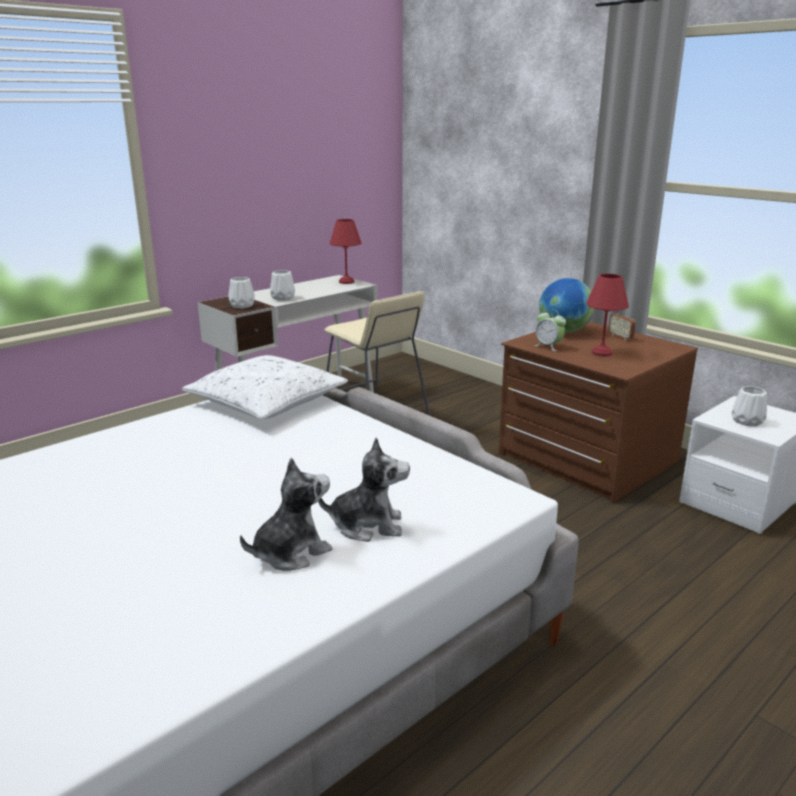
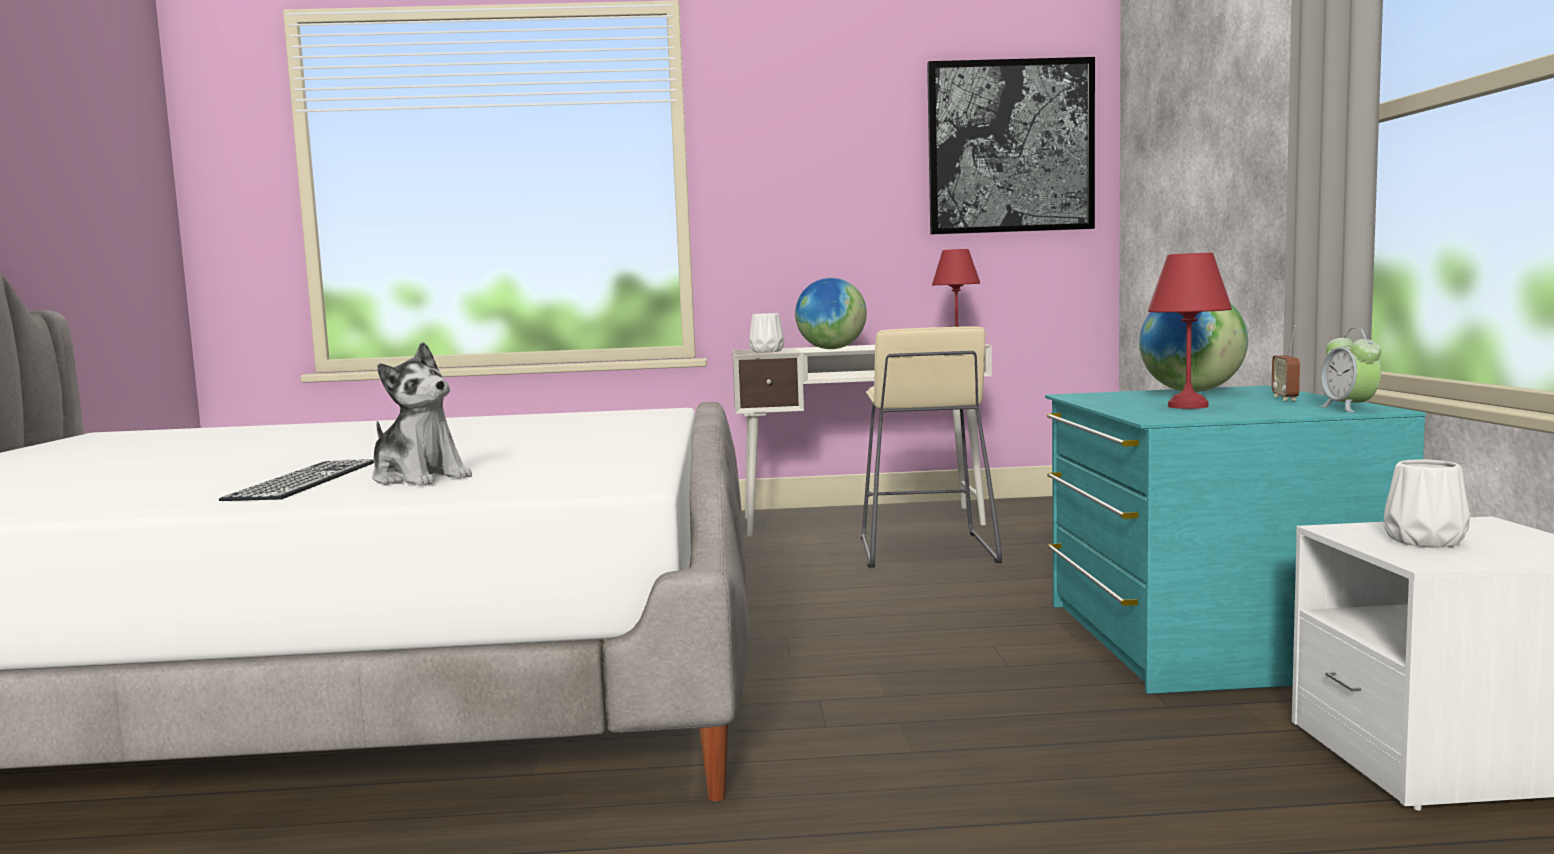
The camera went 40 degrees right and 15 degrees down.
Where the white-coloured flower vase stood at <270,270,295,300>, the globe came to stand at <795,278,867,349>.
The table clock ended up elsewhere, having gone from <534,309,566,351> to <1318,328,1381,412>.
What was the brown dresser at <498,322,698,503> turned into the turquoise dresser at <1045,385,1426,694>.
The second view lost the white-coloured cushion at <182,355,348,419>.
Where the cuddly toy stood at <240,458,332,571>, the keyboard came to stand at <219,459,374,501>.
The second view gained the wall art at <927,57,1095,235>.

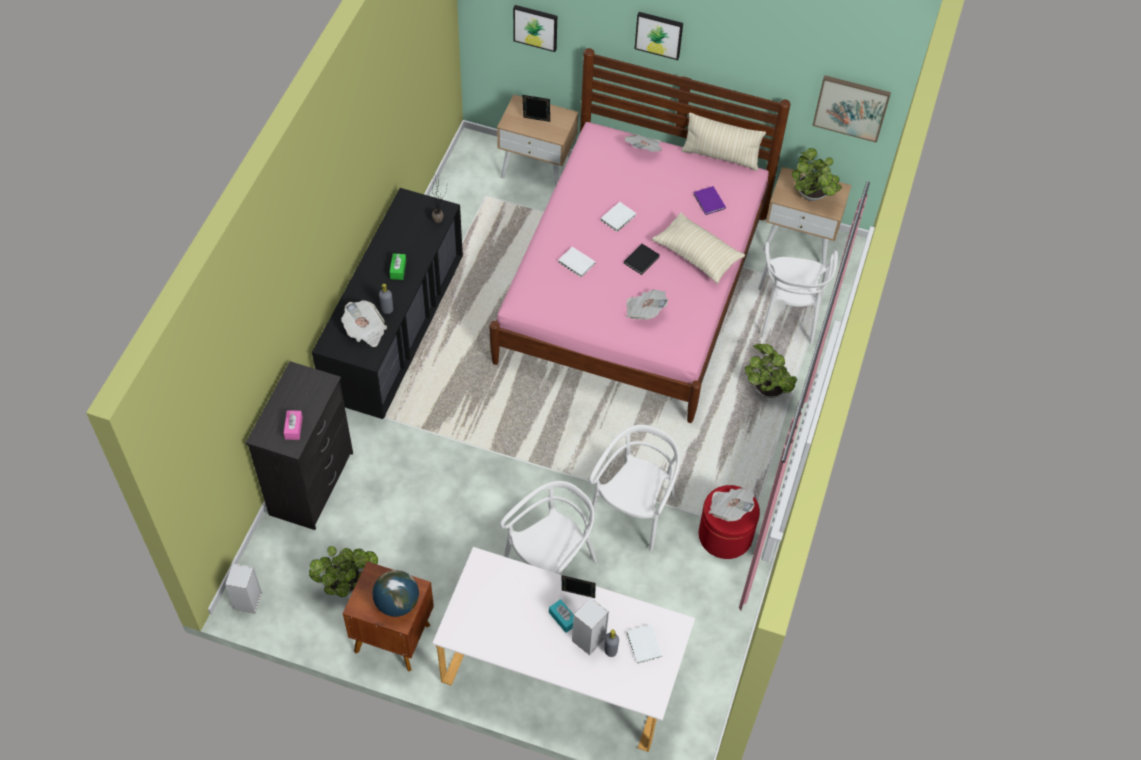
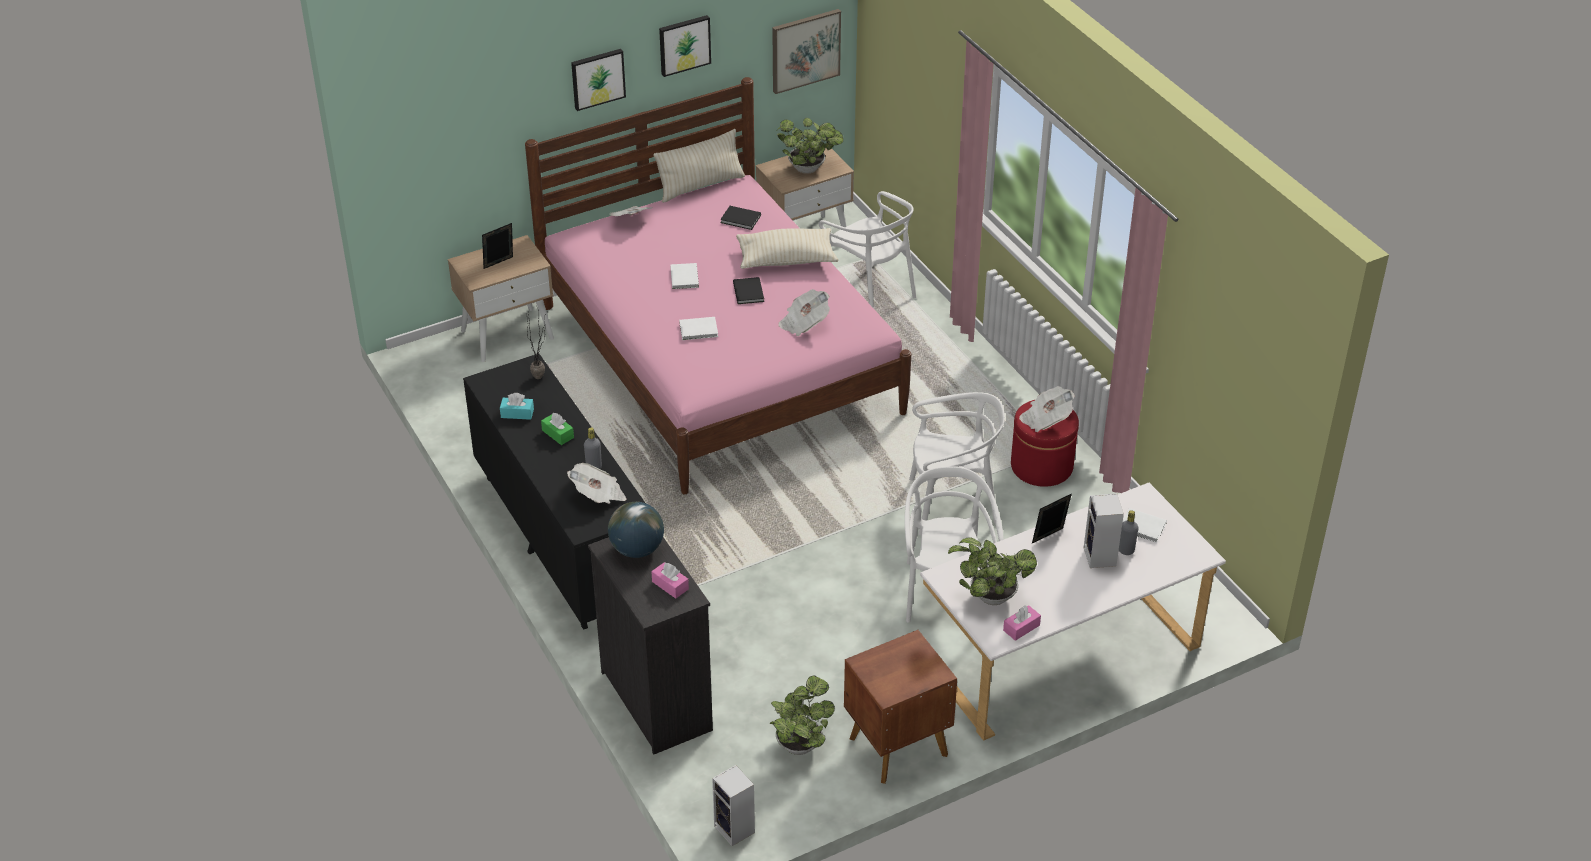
The camera went 45 degrees left and 15 degrees down.
The wall art ended up elsewhere, having gone from <513,5,557,52> to <659,15,711,77>.
What was the purple book at <693,186,726,215> turned into the black book at <720,206,761,230>.
The plant in a pot ended up elsewhere, having gone from <745,344,797,398> to <948,538,1037,605>.
The white-coloured plain chair at <589,425,680,551> ended up facing another way, 105 degrees clockwise from before.
The globe ended up elsewhere, having gone from <372,570,419,617> to <608,502,664,558>.
The turquoise tissue box ended up elsewhere, having gone from <549,599,574,633> to <500,393,534,420>.
The second view gained the pink tissue box at <1003,605,1041,641>.

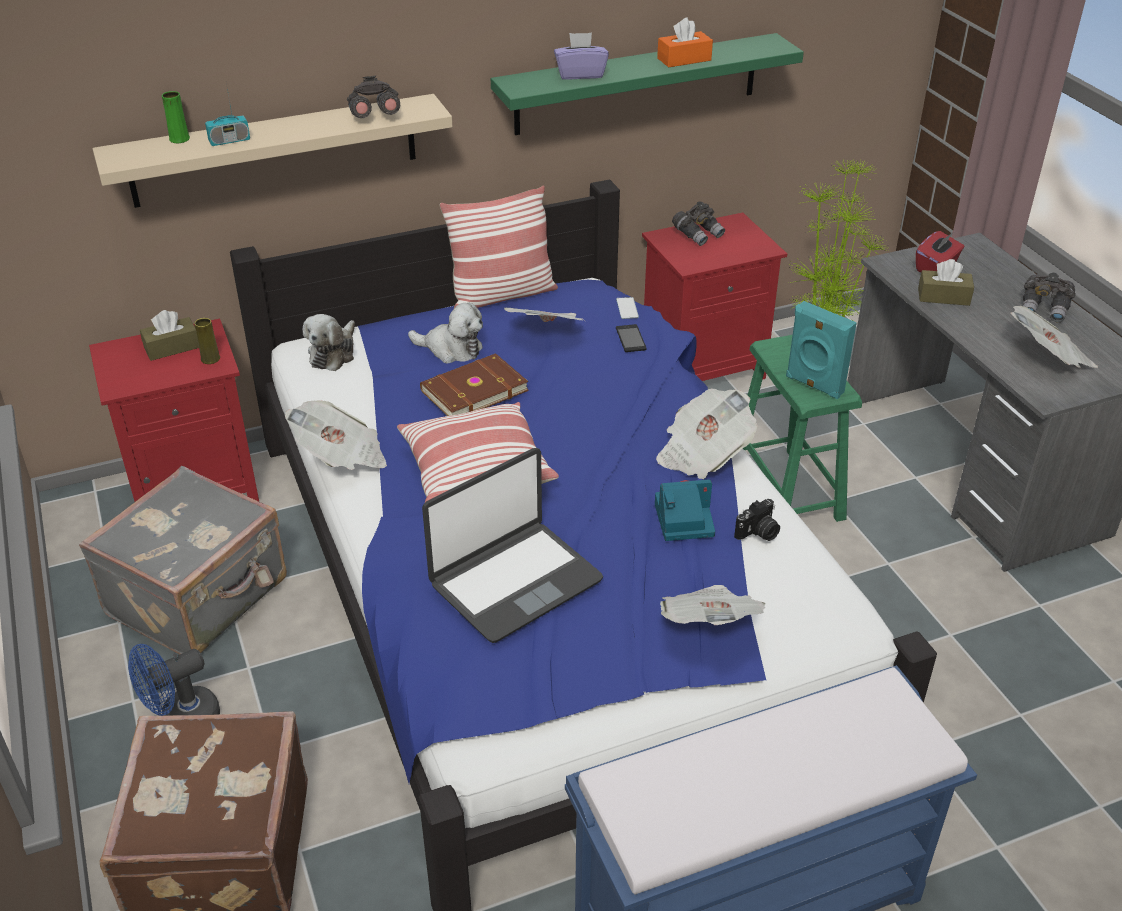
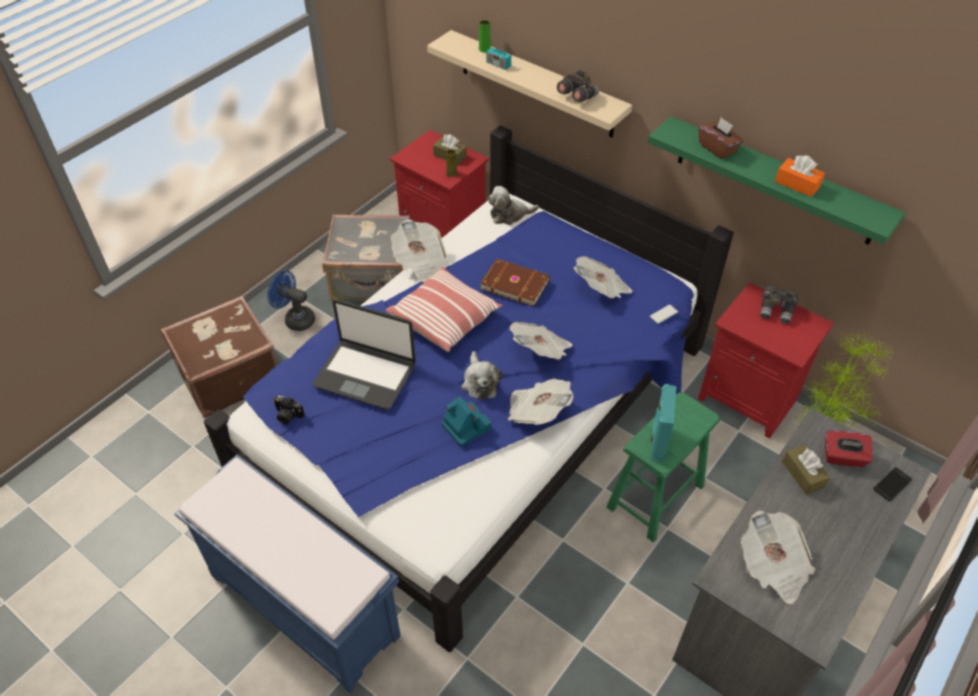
The camera went 60 degrees right and 10 degrees up.
What was the purple tissue box at <554,32,609,80> turned into the brown tissue box at <699,117,743,159>.
The second view lost the cushion at <439,186,558,308>.
The second view lost the grey field glasses at <1022,273,1076,323>.
The cuddly toy ended up elsewhere, having gone from <408,303,483,364> to <461,351,502,400>.
The phone ended up elsewhere, having gone from <616,324,646,352> to <873,467,912,502>.
The still camera ended up elsewhere, having gone from <734,499,780,541> to <273,396,305,425>.
The printed paper ended up elsewhere, having gone from <660,585,766,625> to <509,322,572,360>.

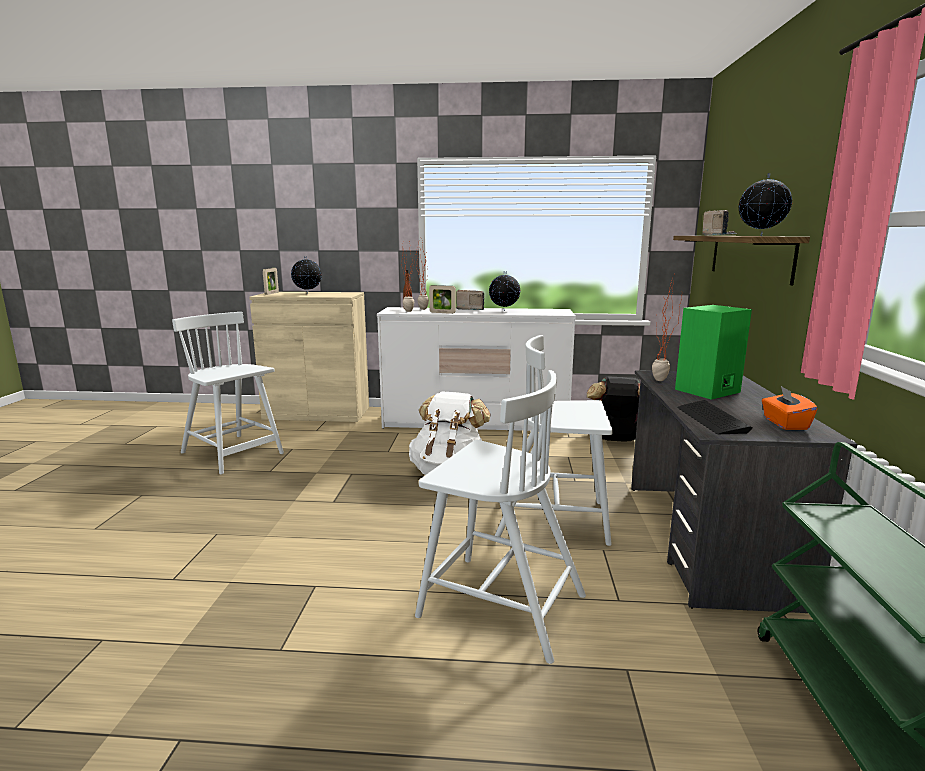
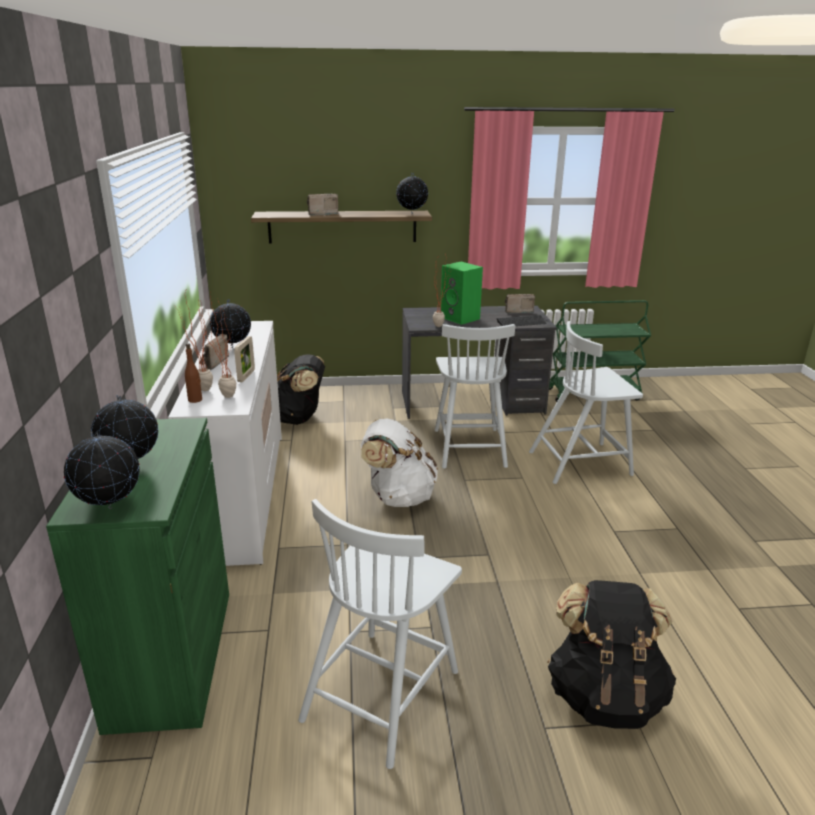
The camera went 100 degrees left and 10 degrees up.
Where the picture frame stood at <263,268,279,295>, the globe came to stand at <64,432,140,509>.
What was the beige storage cabinet at <249,292,369,422> turned into the green-coloured storage cabinet at <46,418,229,735>.
The white-coloured plain chair at <415,370,586,664> ended up facing another way, 120 degrees counterclockwise from before.
Where the orange-coloured tissue box stood at <762,386,817,430>, the radio came to stand at <505,294,535,313>.
The second view gained the black knapsack at <548,580,676,729>.

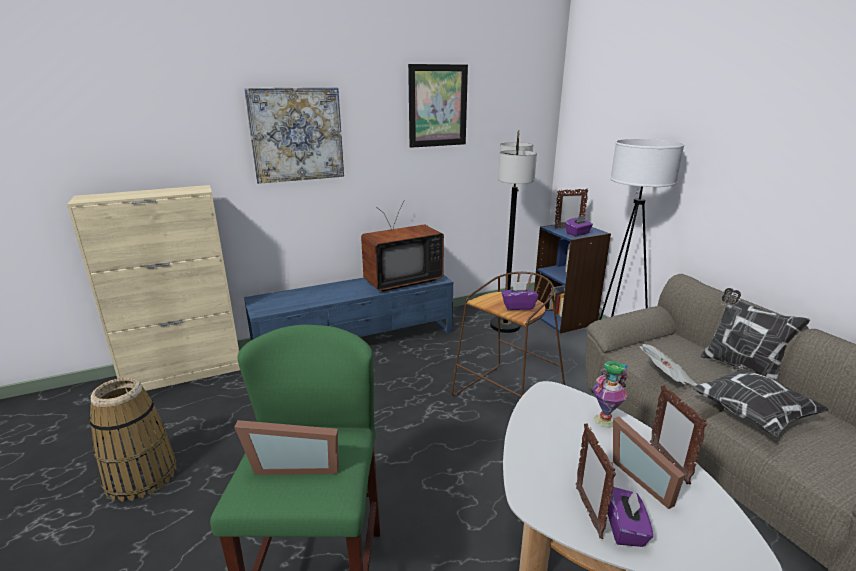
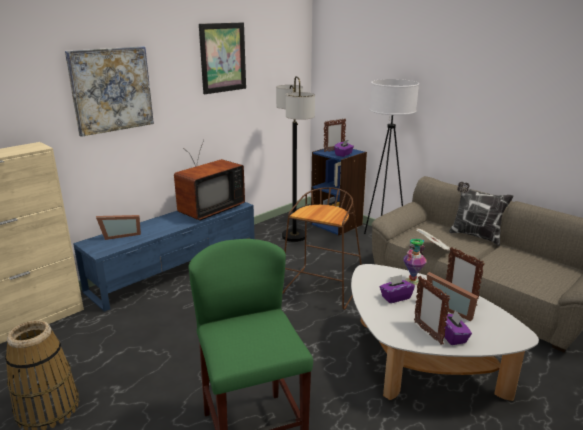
The camera went 20 degrees left and 0 degrees up.
The purple tissue box ended up elsewhere, having gone from <502,282,538,310> to <380,275,415,303>.
The second view lost the cushion at <691,364,829,437>.
The picture frame ended up elsewhere, having gone from <234,420,339,475> to <96,215,141,240>.

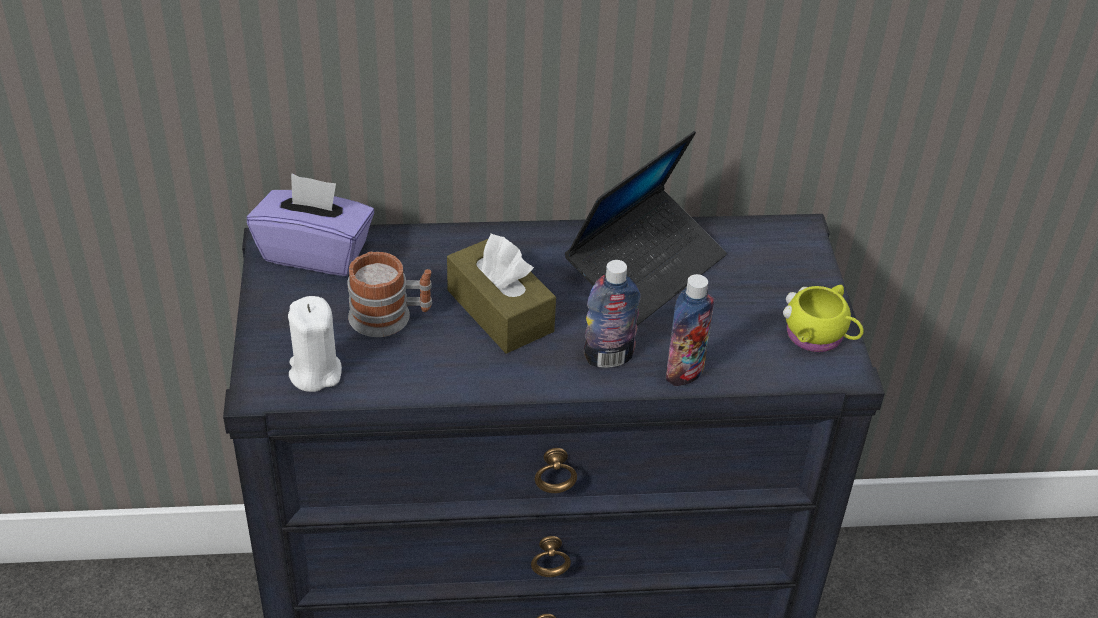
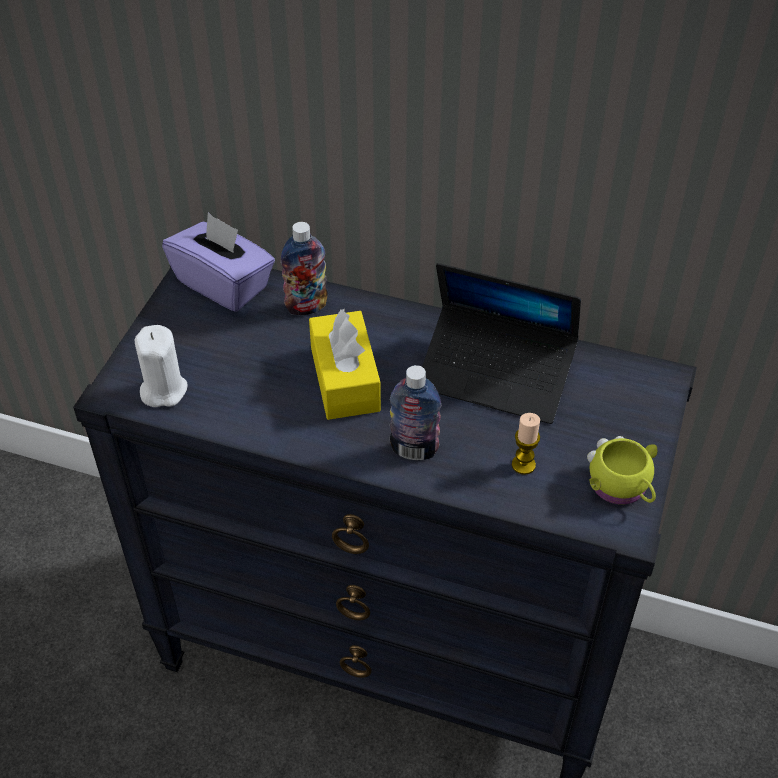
The camera went 25 degrees right and 5 degrees up.
The notebook computer at <565,131,727,325> ended up facing another way, 45 degrees clockwise from before.
What was the brown tissue box at <447,234,556,354> turned into the yellow tissue box at <309,308,381,420>.
The second view lost the coffee mug at <347,251,432,337>.
The beverage bottle ended up elsewhere, having gone from <665,274,715,386> to <281,222,328,315>.
The second view gained the wax light at <512,413,540,475>.

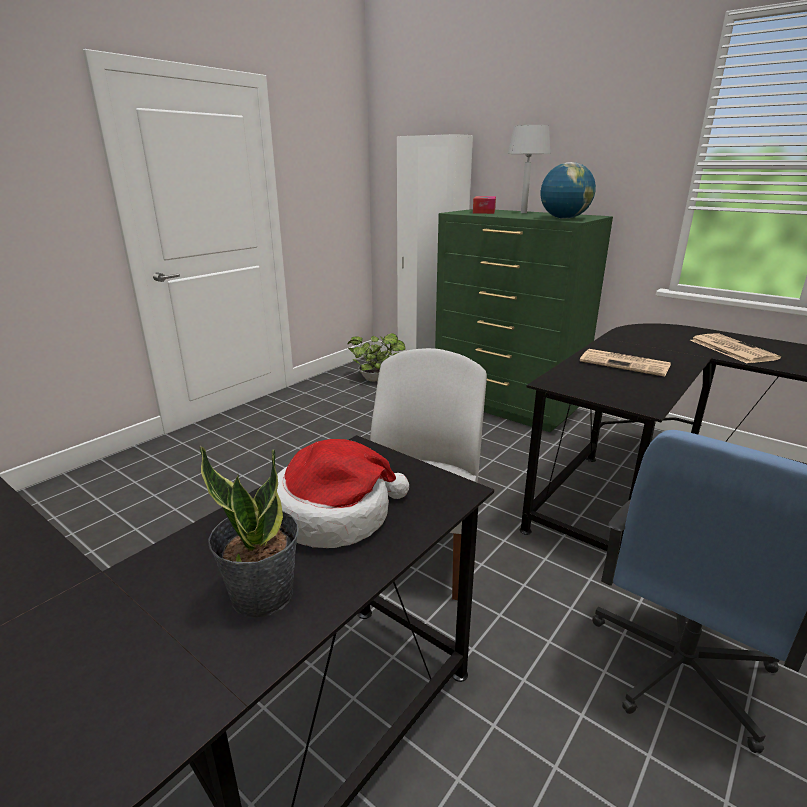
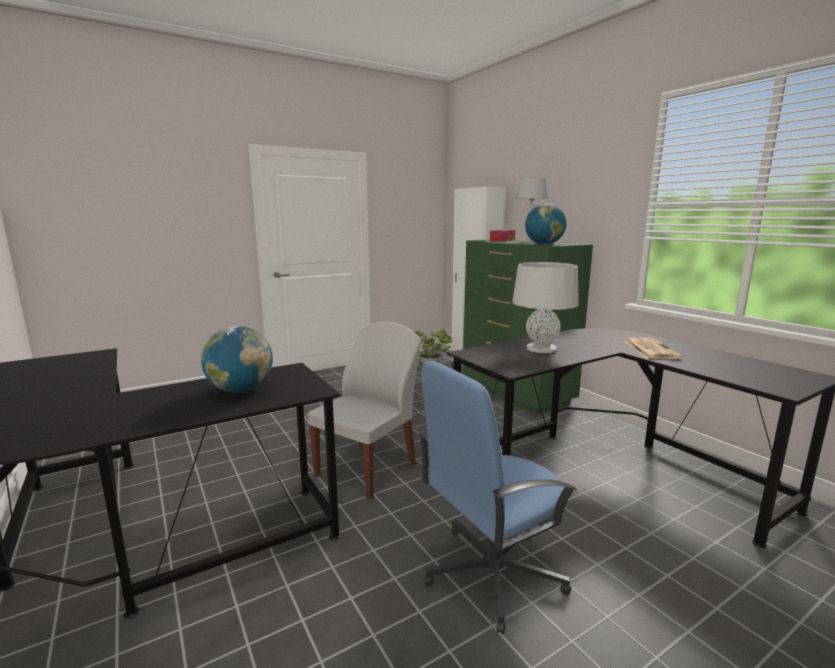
The camera went 20 degrees right and 10 degrees down.
Where the printed paper stood at <580,349,671,377>, the grey tabletop lamp came to stand at <512,262,579,353>.
Where the clothing hat stood at <277,439,409,548>, the globe came to stand at <201,326,273,393>.
The second view lost the plant in a pot at <199,445,299,618>.

